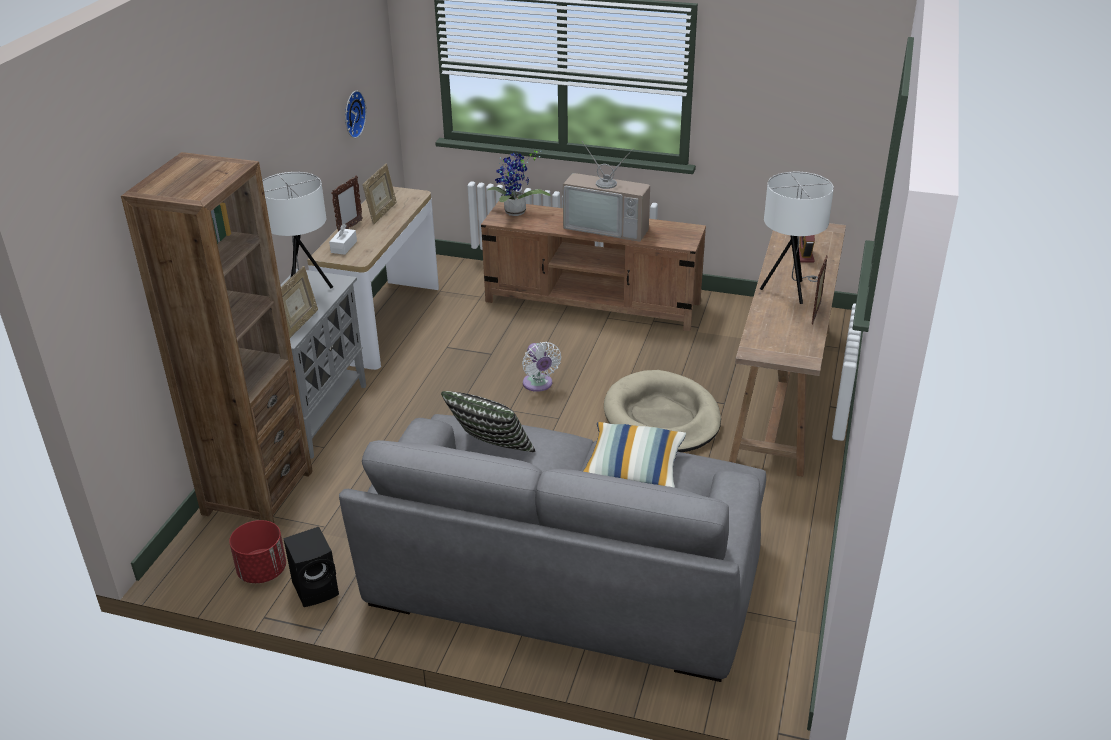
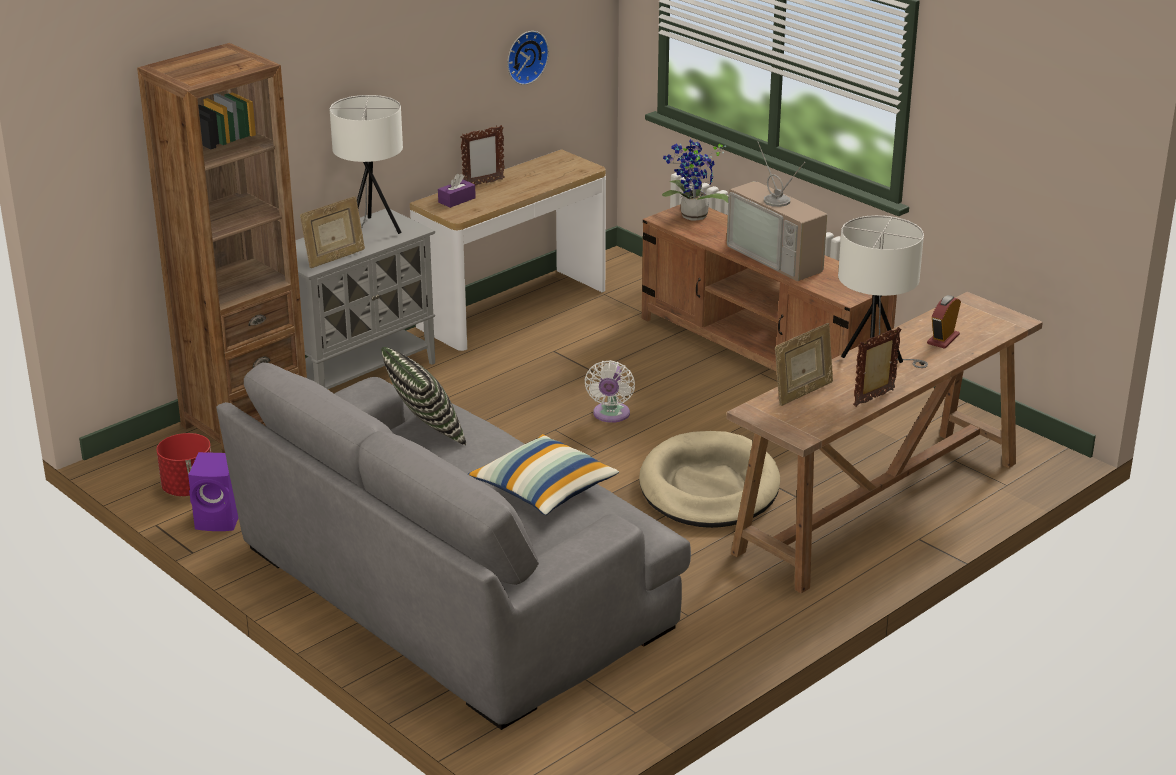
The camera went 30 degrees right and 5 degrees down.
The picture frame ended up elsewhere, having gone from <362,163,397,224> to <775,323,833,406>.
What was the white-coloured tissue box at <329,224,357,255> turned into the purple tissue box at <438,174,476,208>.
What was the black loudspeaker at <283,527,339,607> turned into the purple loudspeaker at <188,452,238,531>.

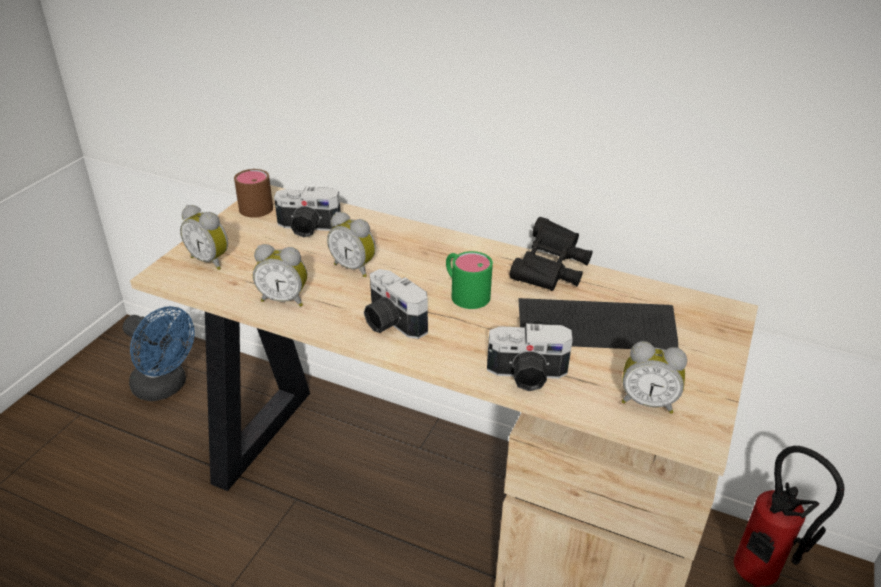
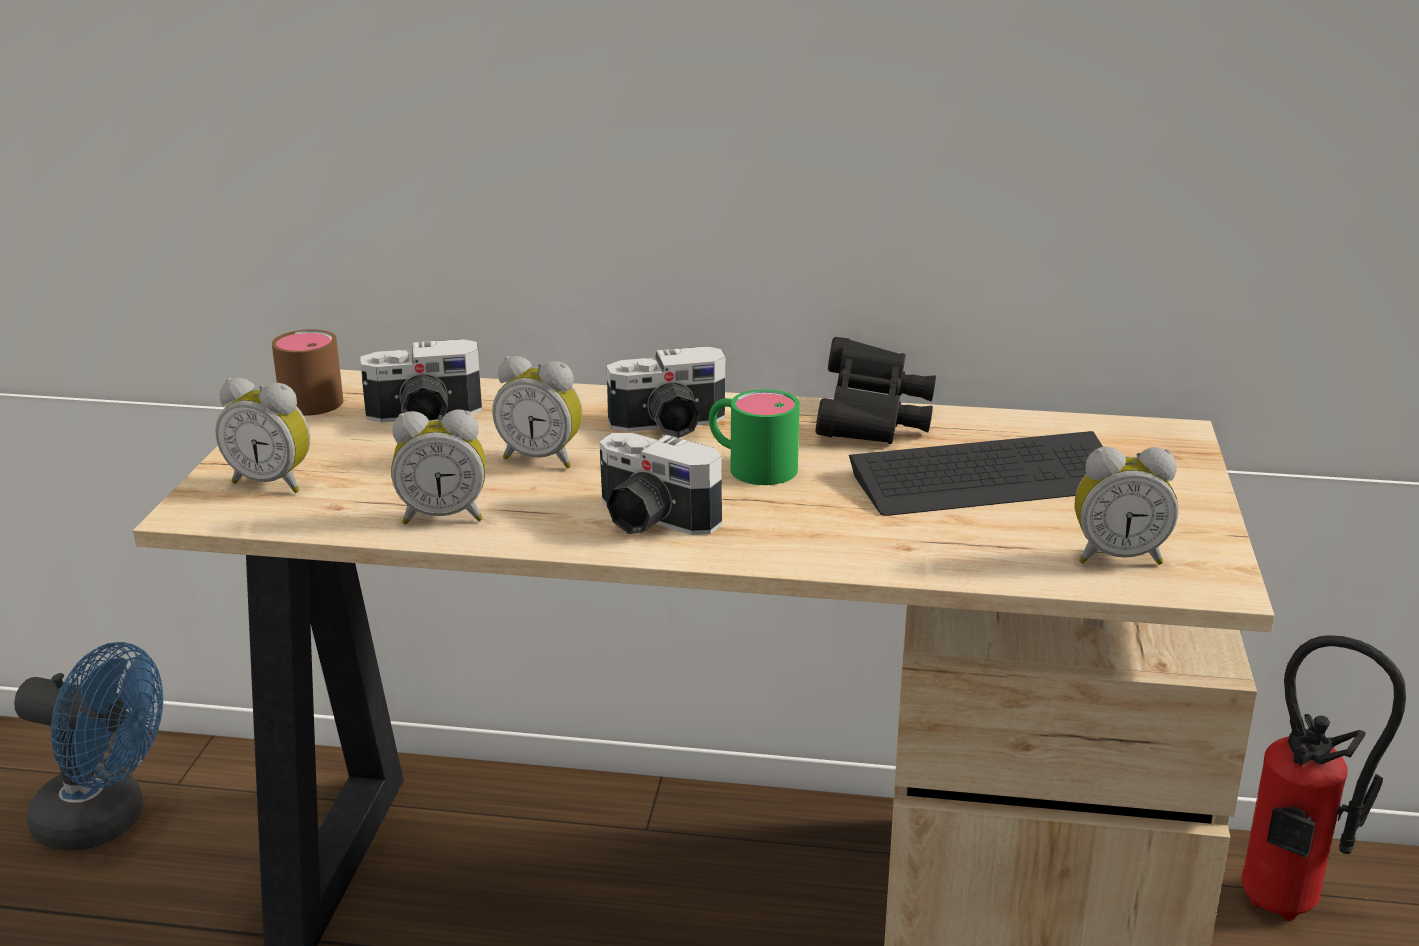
The camera went 15 degrees left and 10 degrees down.
The still camera ended up elsewhere, having gone from <487,324,573,391> to <607,346,725,438>.

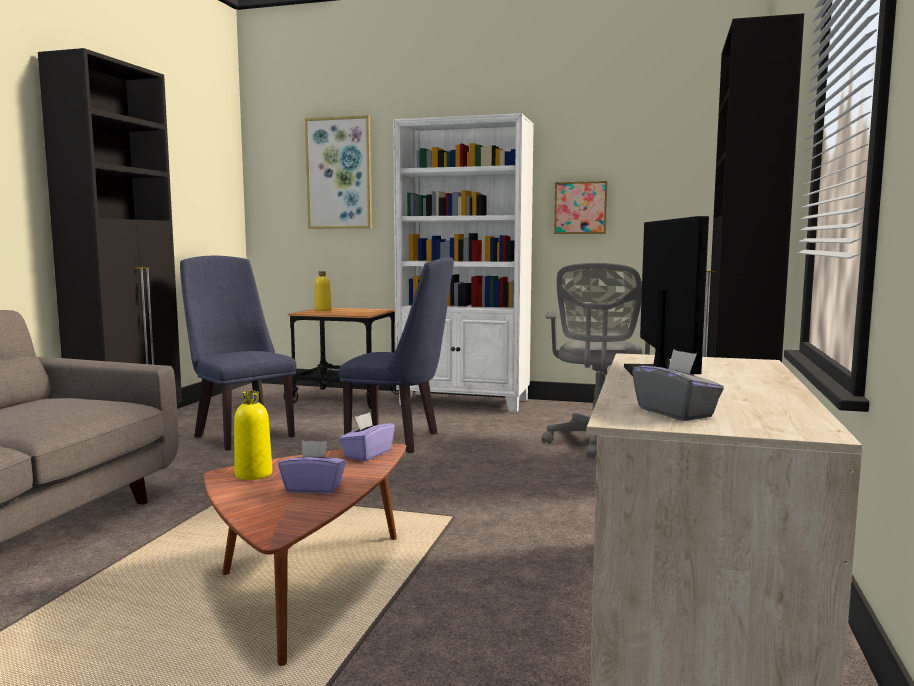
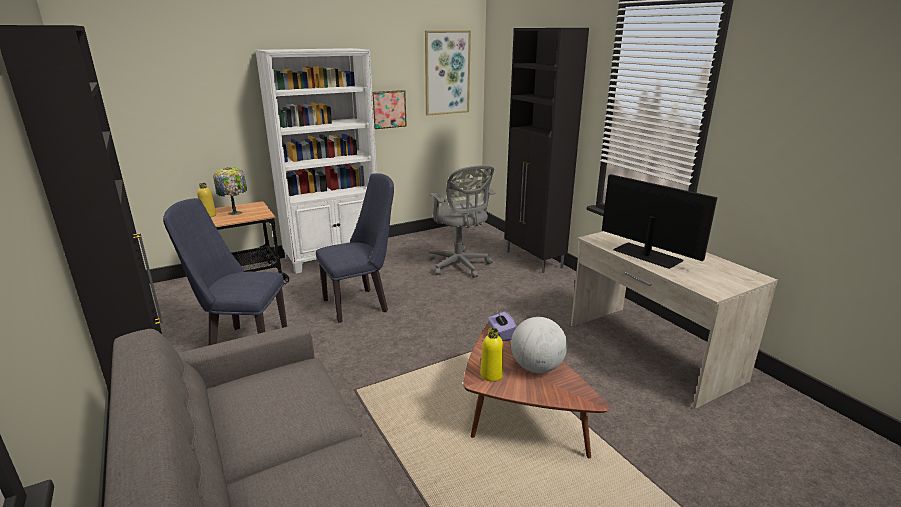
The camera went 45 degrees left and 15 degrees up.
The wall art ended up elsewhere, having gone from <305,115,372,229> to <425,30,471,116>.
The second view lost the grey tissue box at <632,349,724,421>.
Where the purple tissue box stood at <278,440,346,493>, the globe came to stand at <511,317,567,373>.
The second view gained the tabletop lamp at <213,167,247,216>.

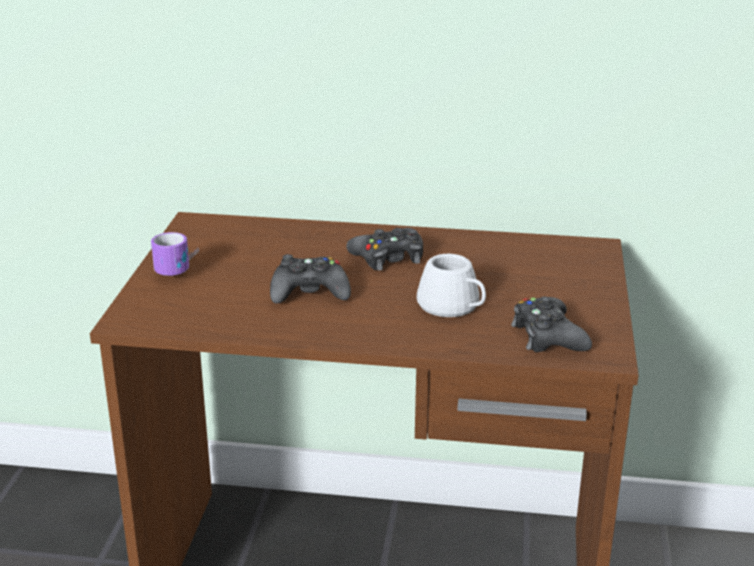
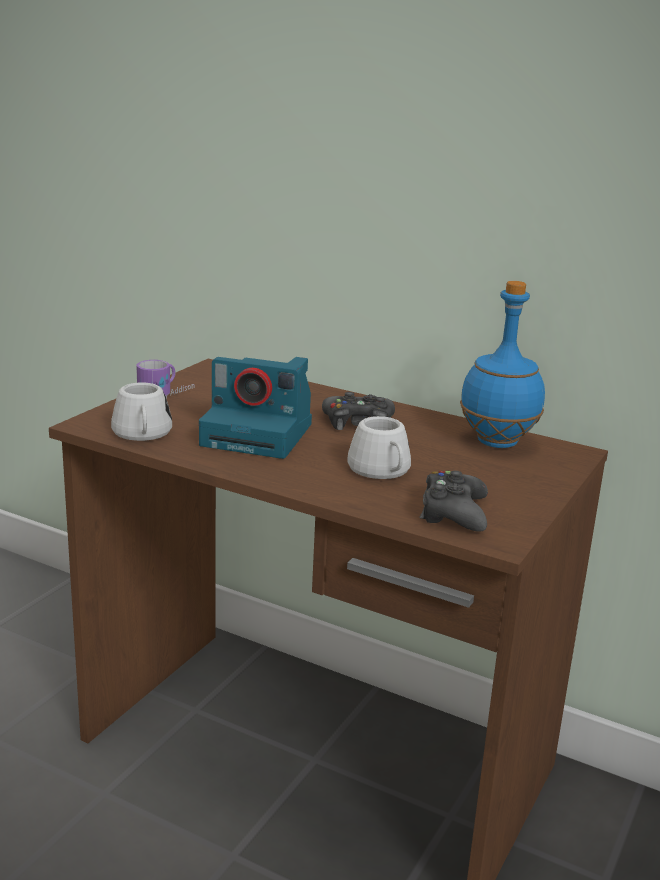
The camera went 20 degrees right and 5 degrees down.
Where the black game controller stood at <270,254,351,304>, the still camera came to stand at <199,357,312,459>.
The second view gained the blue-coloured beverage bottle at <460,281,545,448>.
The second view gained the white-coloured coffee mug at <111,382,172,441>.

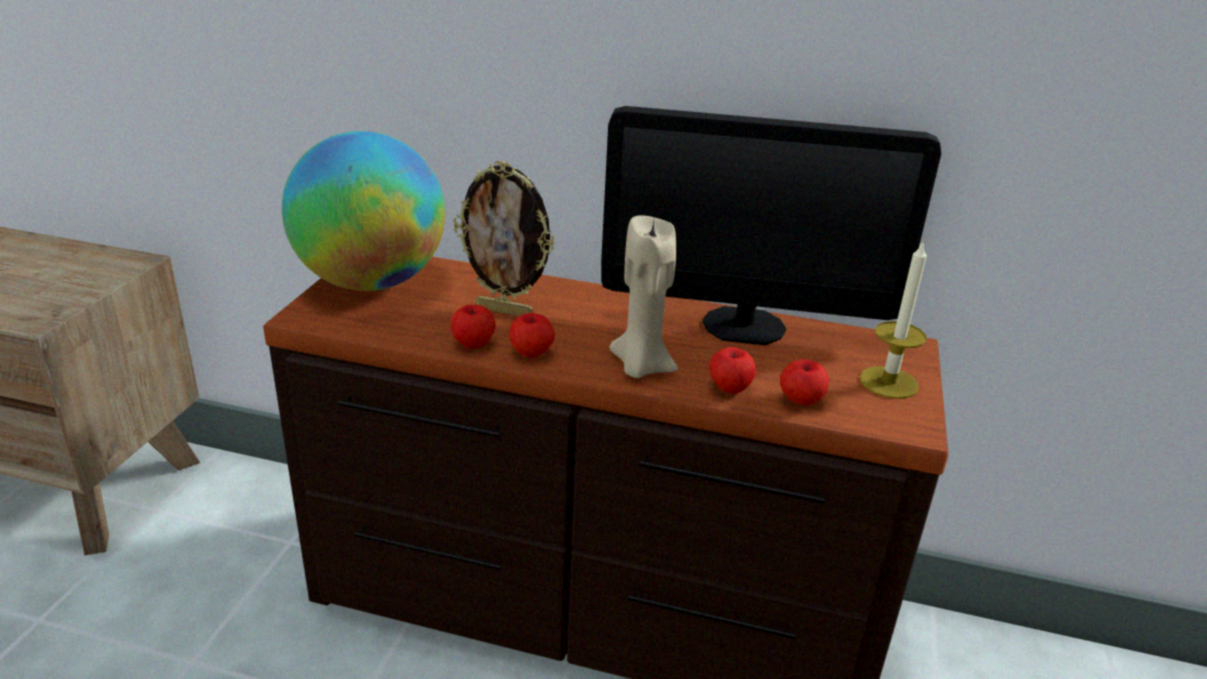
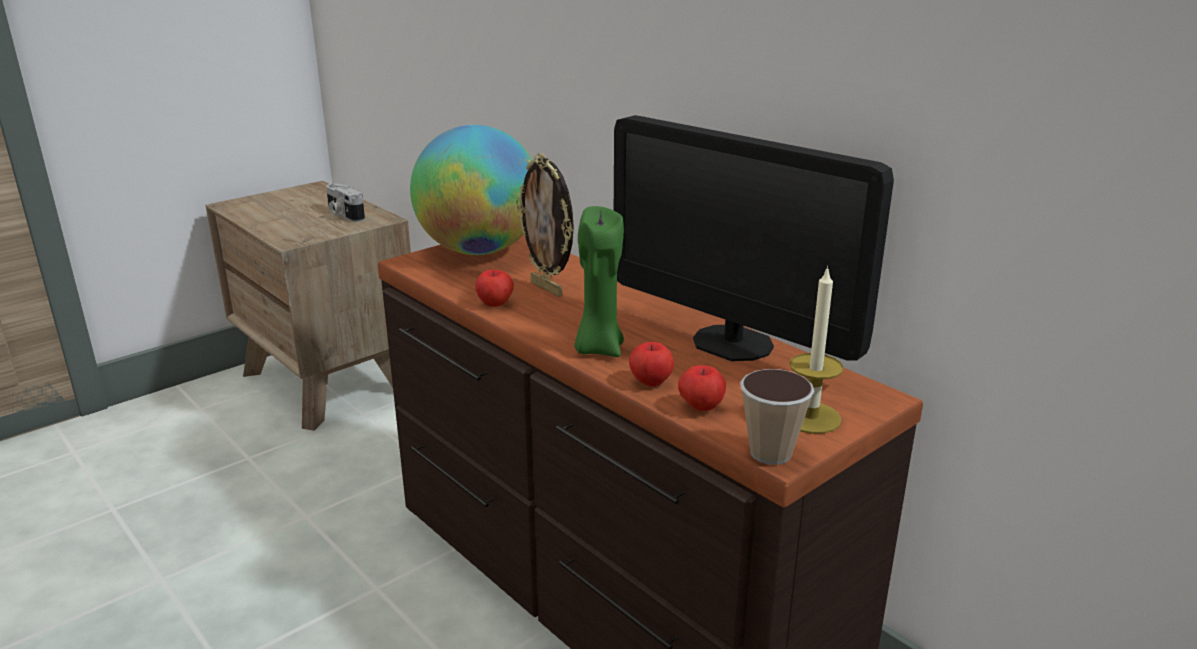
The camera went 35 degrees right and 5 degrees down.
What was the beige wax light at <609,215,678,378> turned into the green-coloured wax light at <574,206,624,357>.
The second view lost the whole apple at <509,313,555,358>.
The second view gained the still camera at <326,183,365,222>.
The second view gained the small cup at <740,369,814,465>.

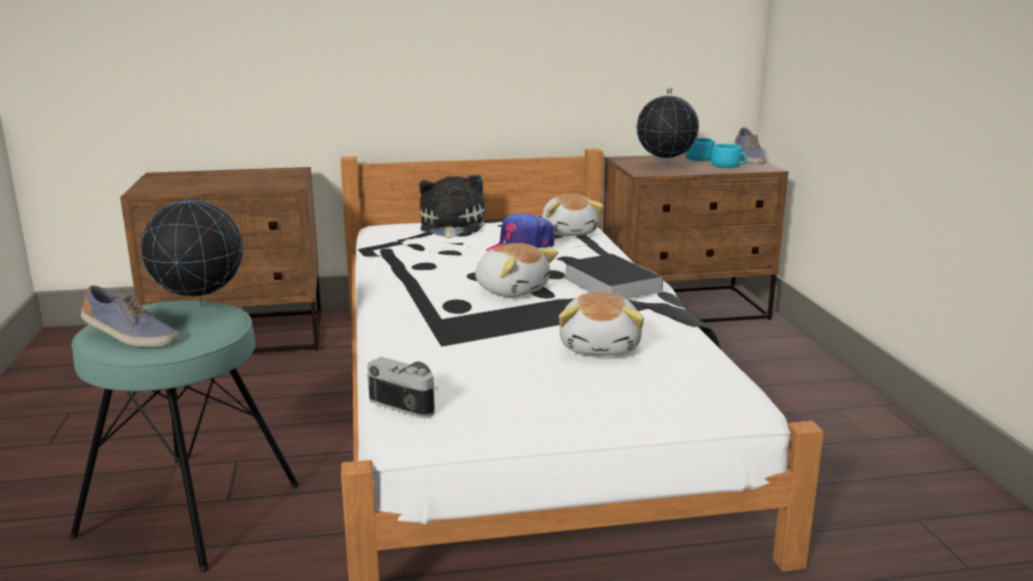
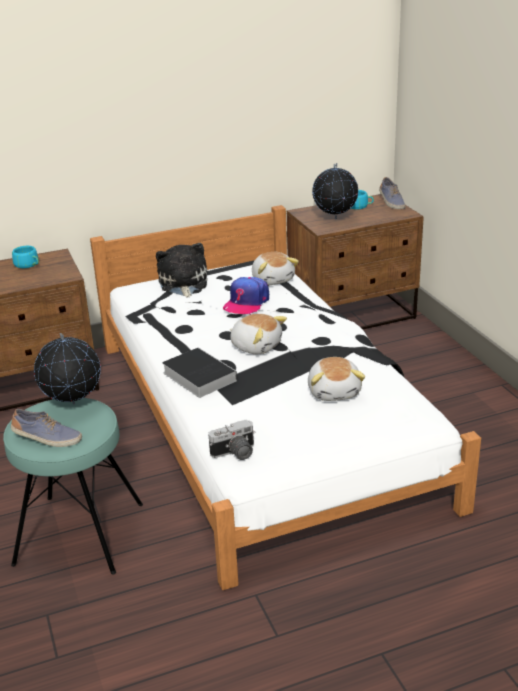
The camera went 10 degrees left and 10 degrees up.
The turquoise small cup ended up elsewhere, having gone from <711,144,747,168> to <12,246,39,268>.
The book ended up elsewhere, having gone from <563,254,663,299> to <162,347,237,398>.
The still camera at <367,357,438,418> ended up facing another way, 135 degrees clockwise from before.

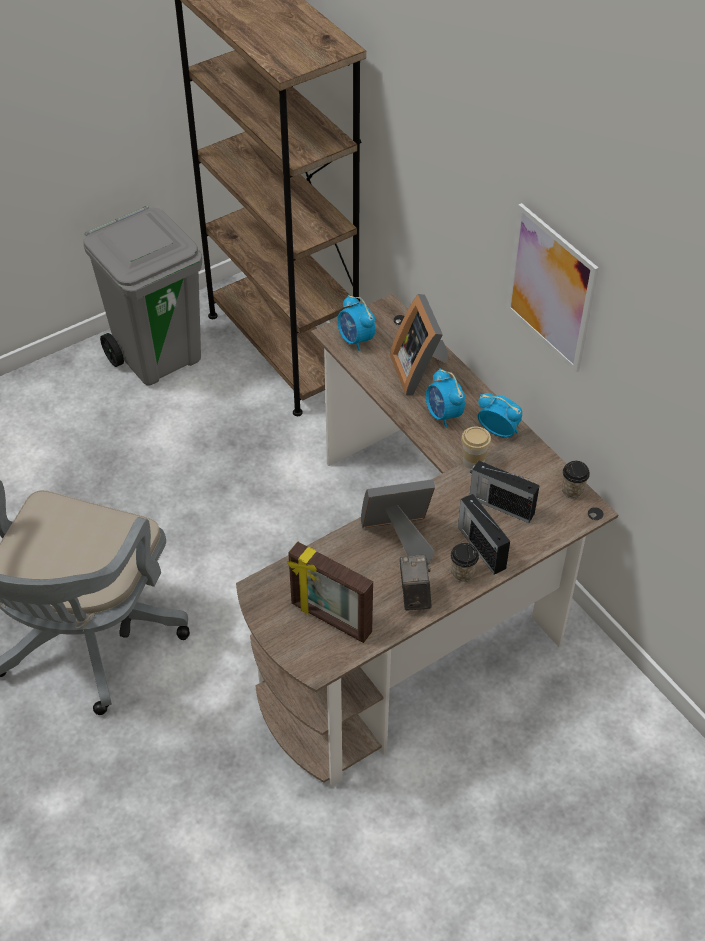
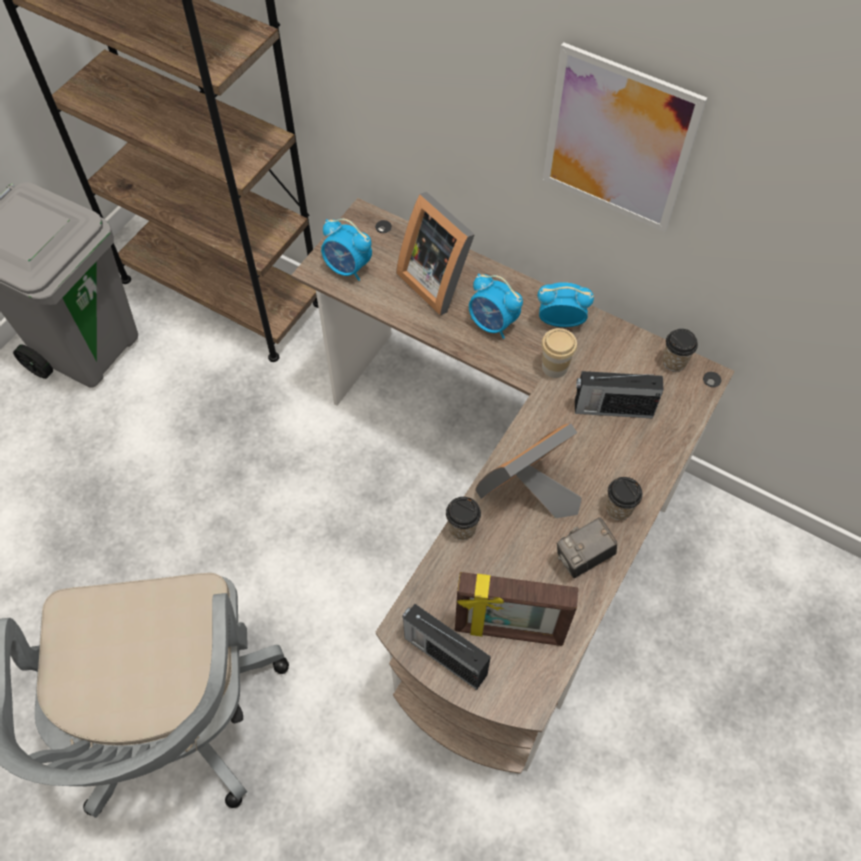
The camera went 25 degrees left and 10 degrees up.
The radio ended up elsewhere, having gone from <458,494,510,574> to <402,604,491,690>.
The still camera at <400,554,432,611> ended up facing another way, 90 degrees counterclockwise from before.
The second view gained the small cup at <446,497,481,540>.

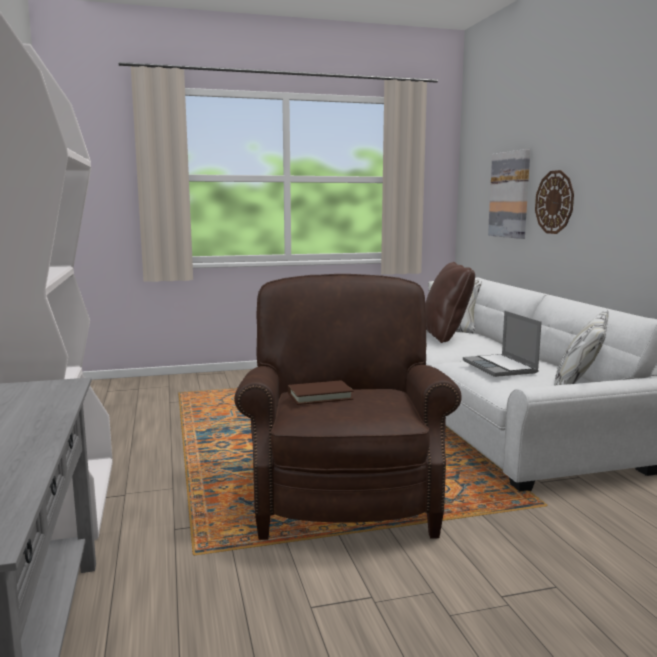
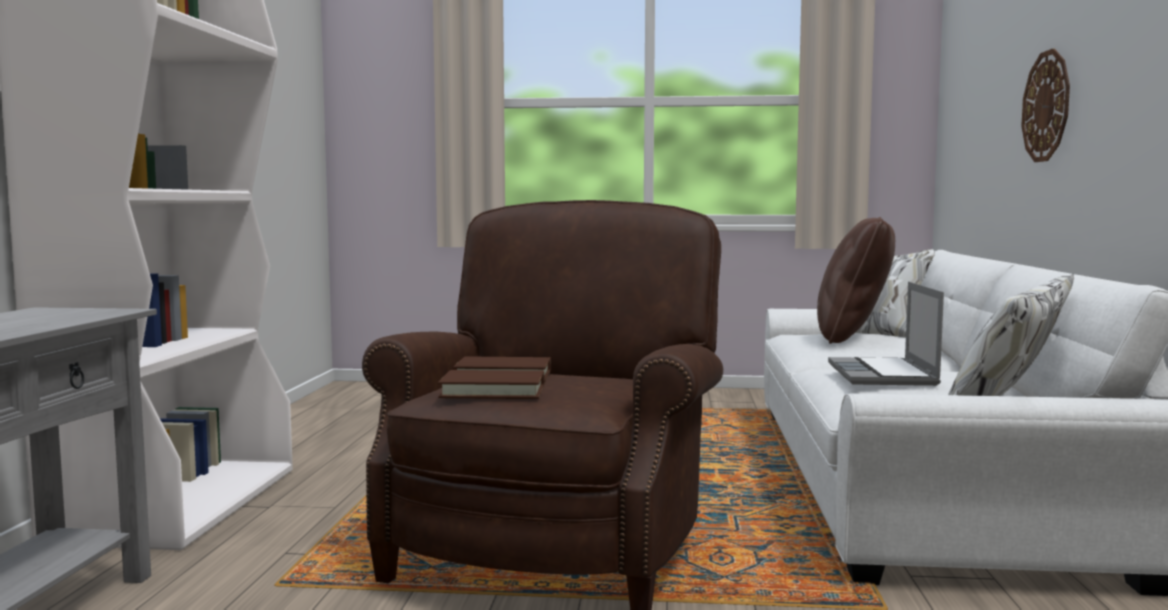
The camera went 20 degrees right and 5 degrees down.
The second view lost the wall art at <488,149,530,239>.
The second view gained the brown book at <438,370,544,399>.

